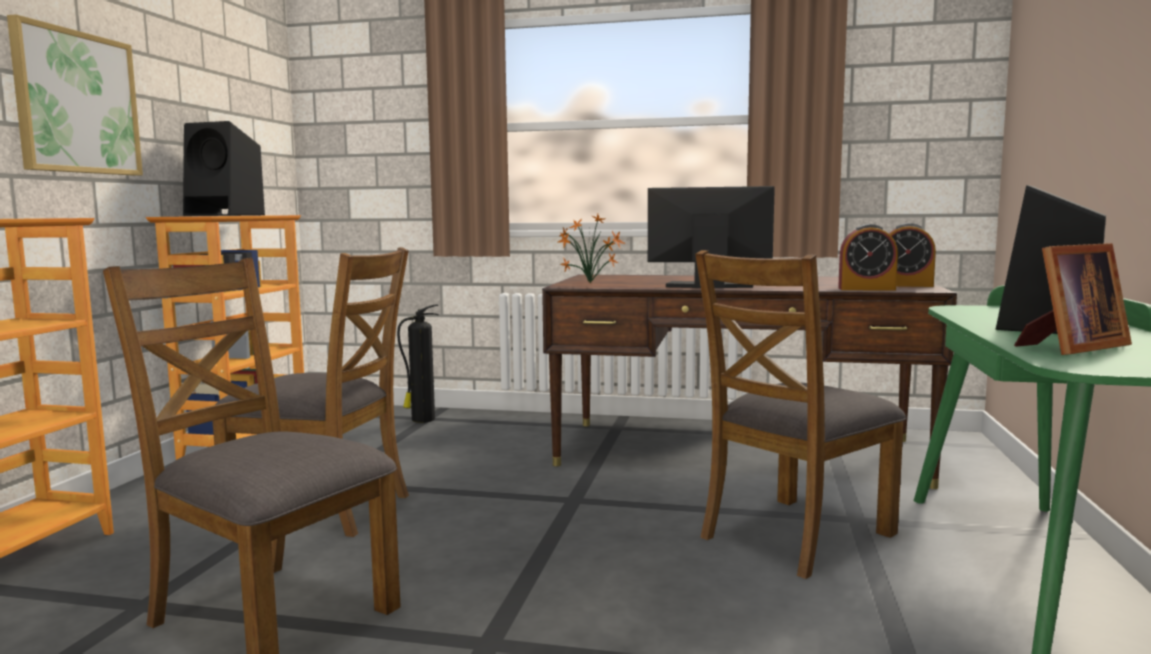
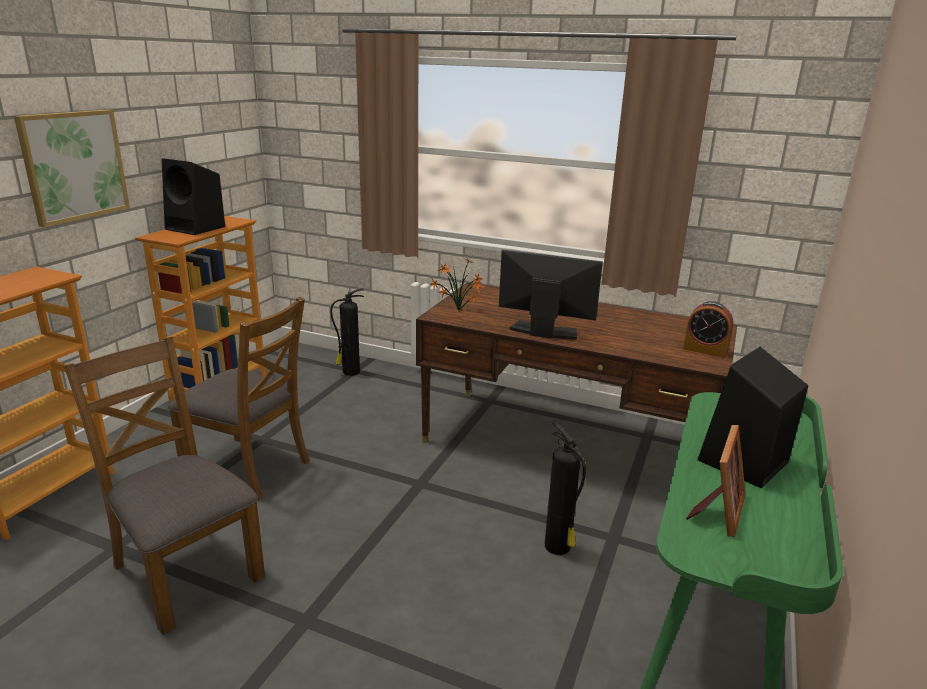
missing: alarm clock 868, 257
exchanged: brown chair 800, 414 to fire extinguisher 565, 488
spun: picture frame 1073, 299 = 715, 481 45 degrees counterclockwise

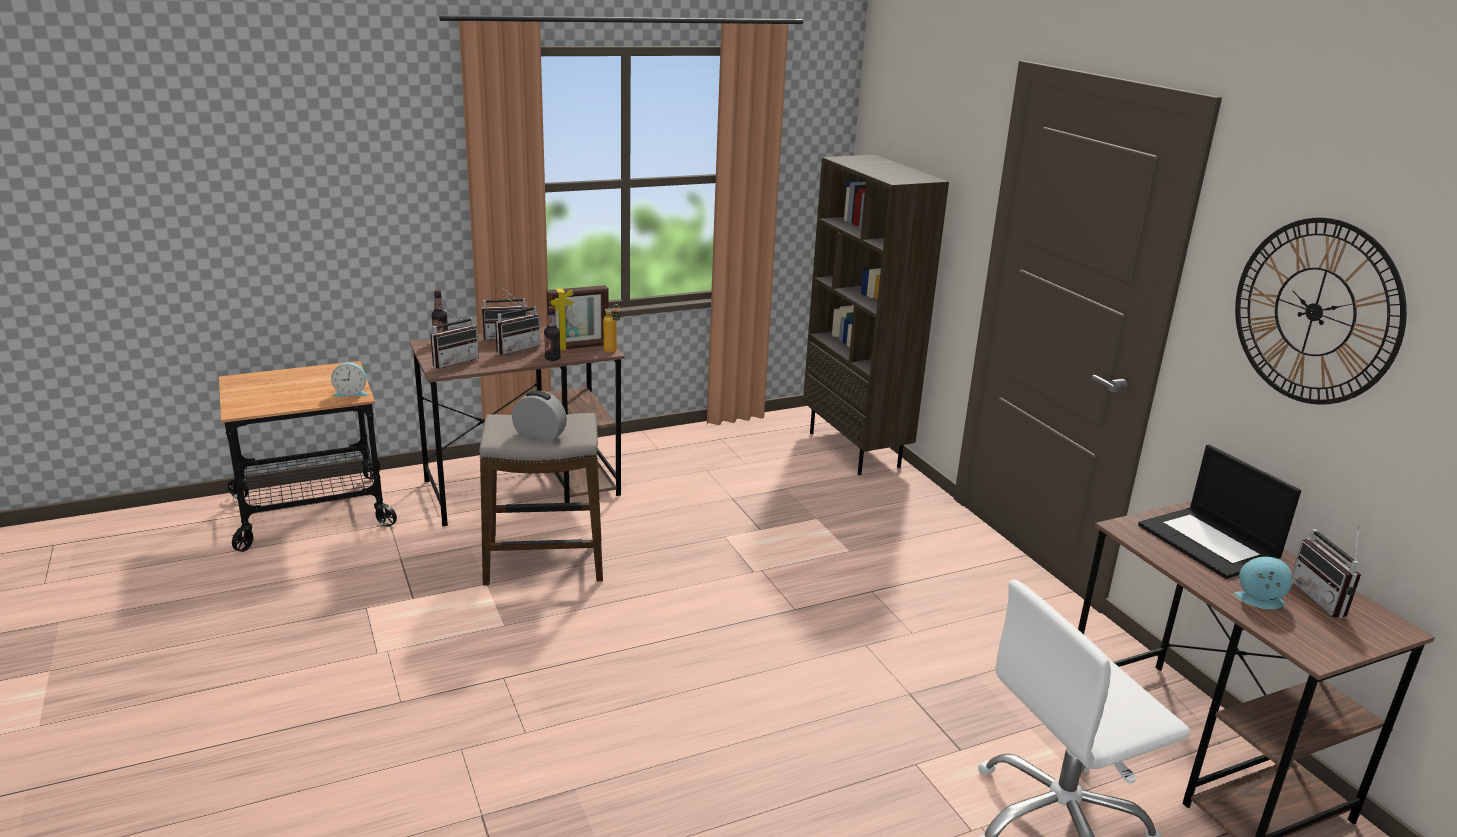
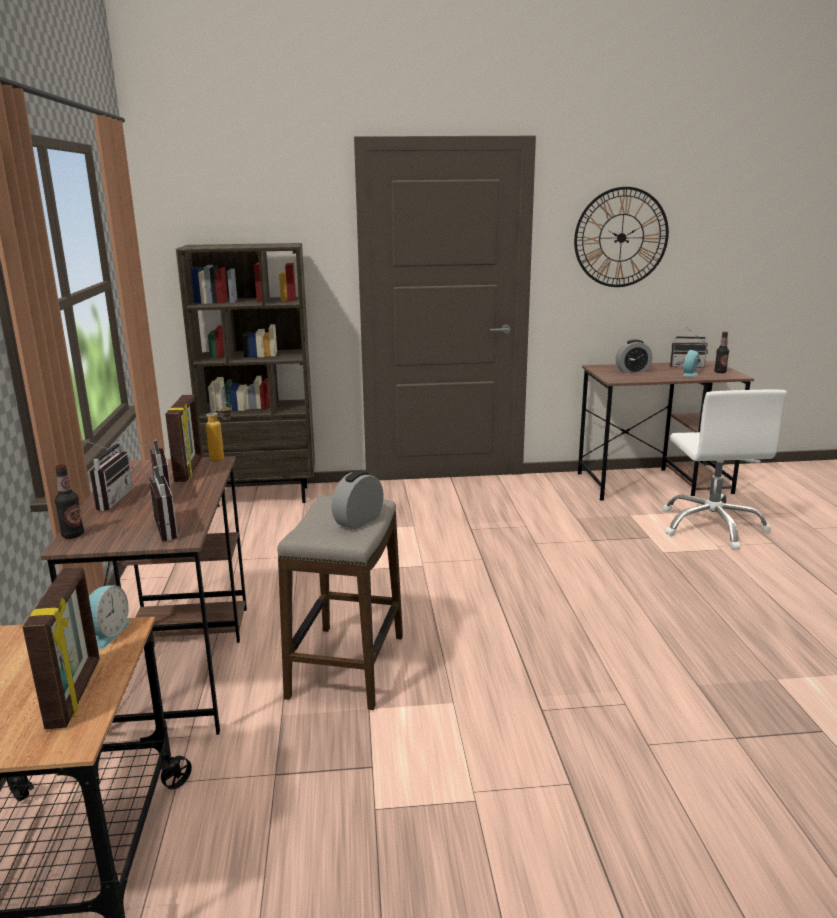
appeared: picture frame 61, 648
relocated: bottle 552, 333 to 721, 352
exchanged: laptop 1219, 512 to alarm clock 634, 356

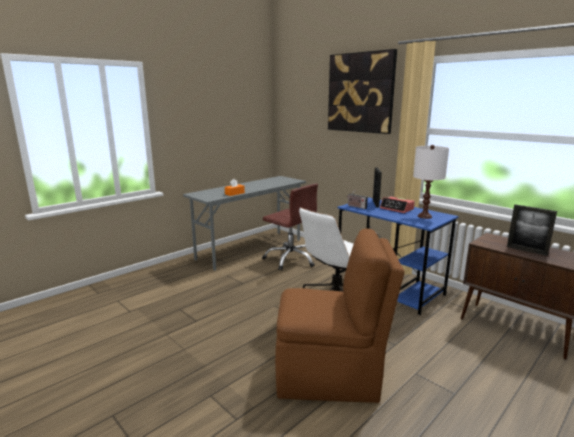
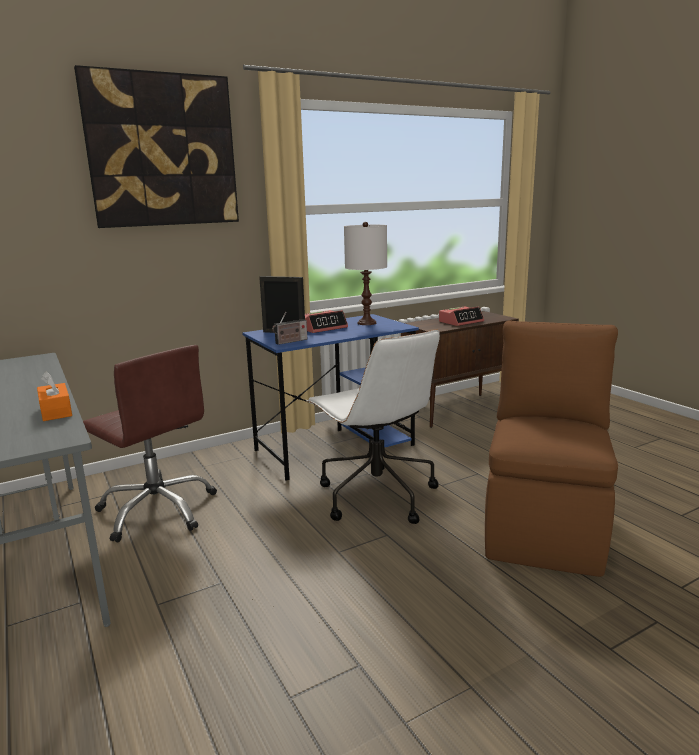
exchanged: picture frame 532, 230 to alarm clock 461, 316
spun: brown office chair 290, 227 = 150, 443 75 degrees clockwise

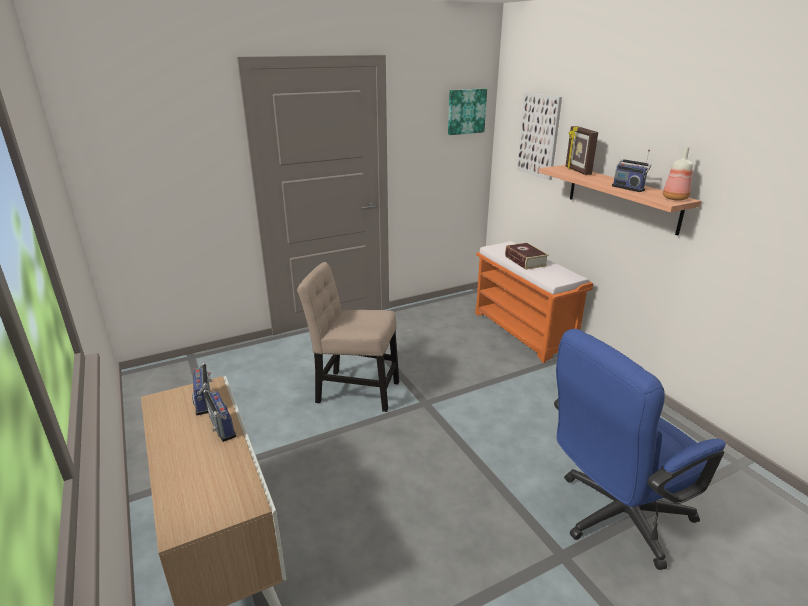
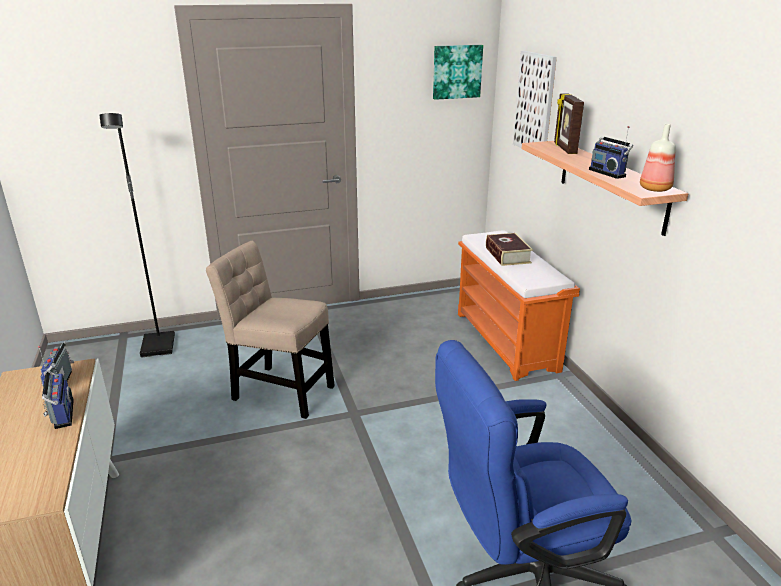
appeared: black floor lamp 137, 235

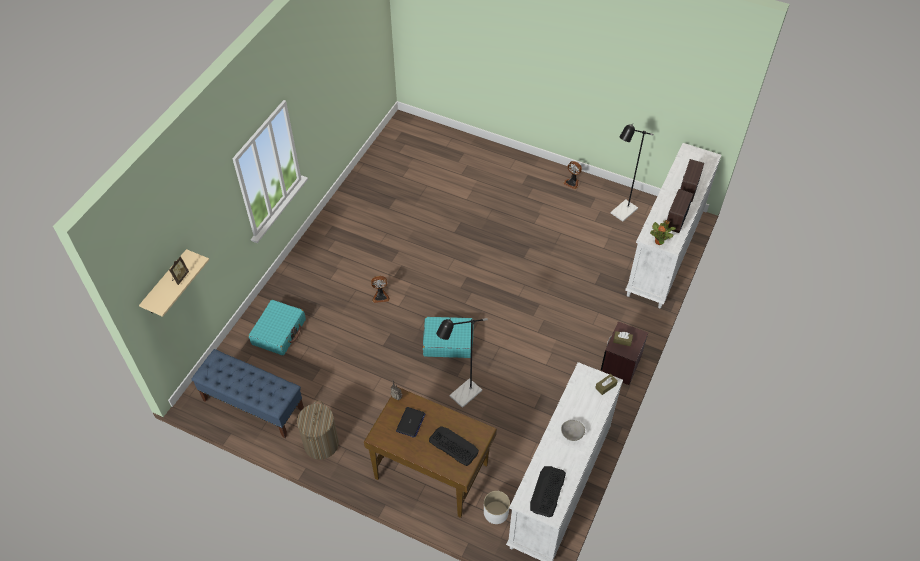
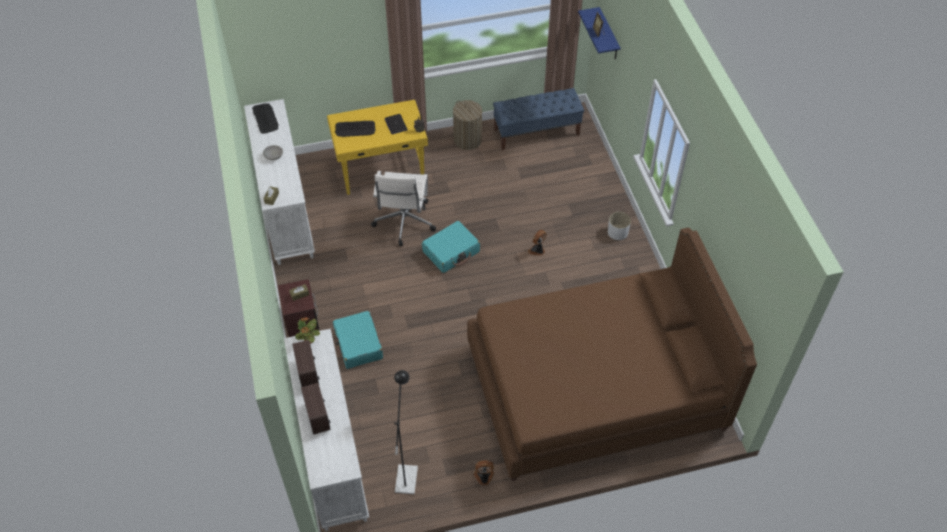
appeared: brown bed 612, 354
relocated: turquoise suitcase 277, 328 to 358, 340; white planter 497, 507 to 619, 226
exchanged: black floor lamp 462, 363 to white office chair 403, 208
colour: beige shelf 174, 283 to blue shelf 599, 33; brown desk 430, 452 to yellow desk 377, 147

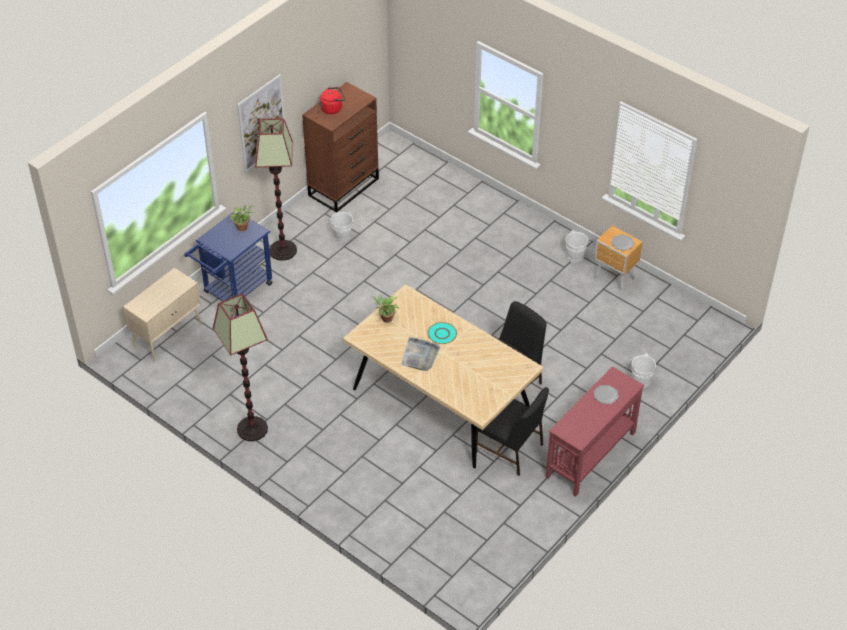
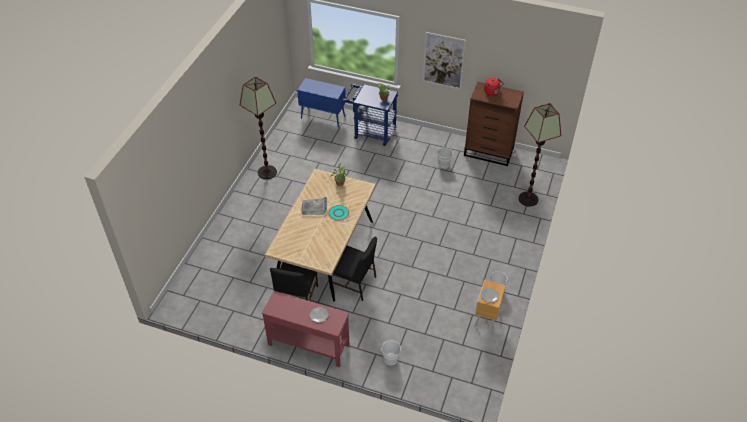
relocated: floor lamp 276, 189 to 540, 155
colour: beige cabinet 162, 315 to blue cabinet 321, 103

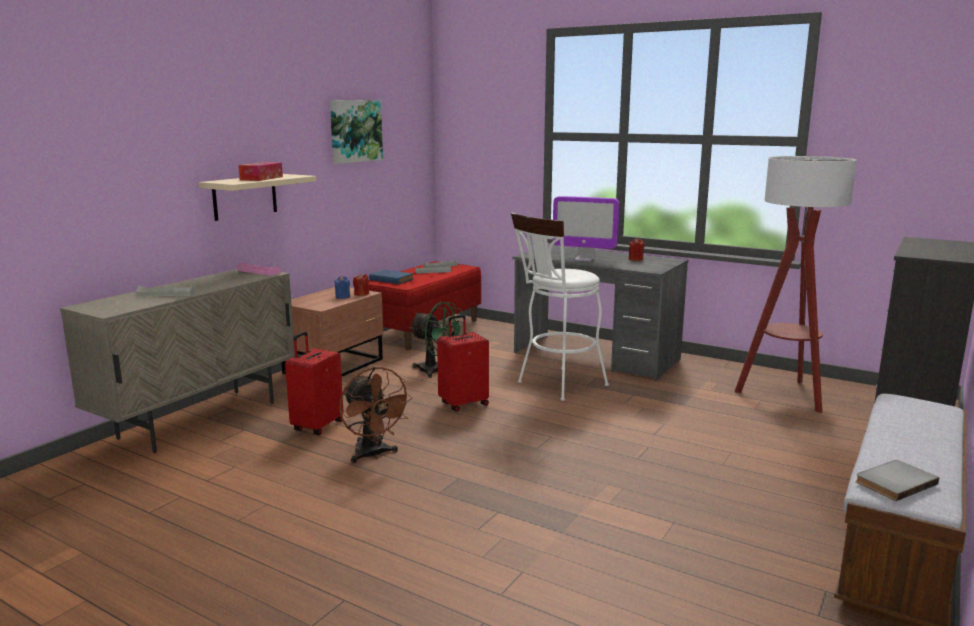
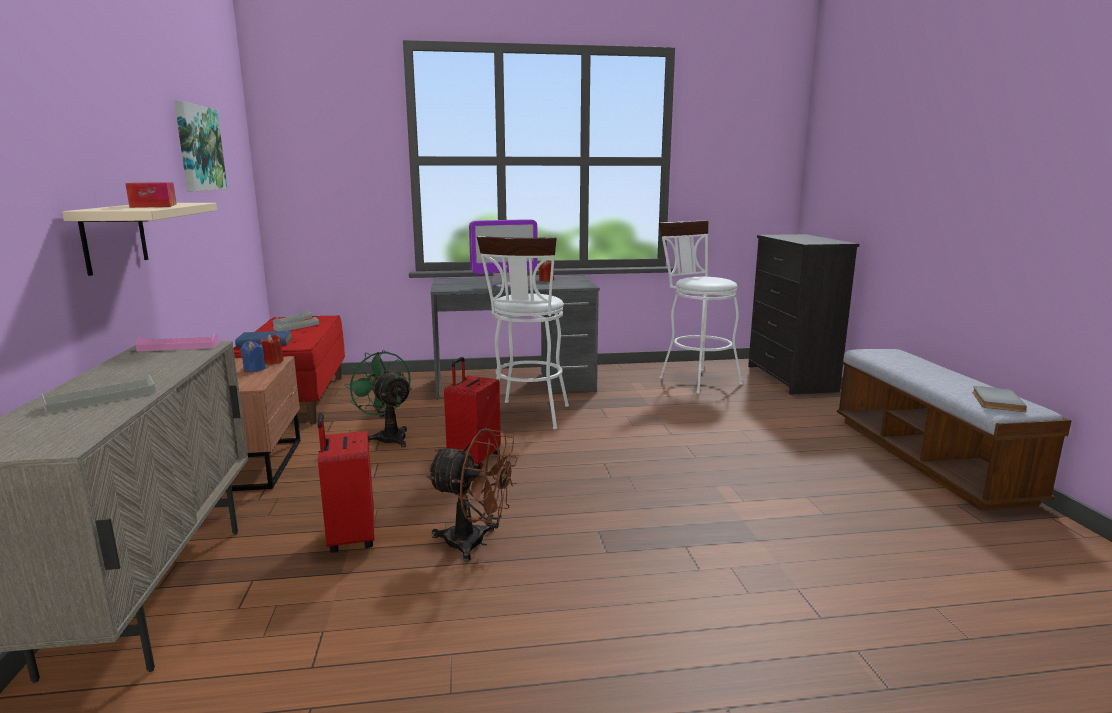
exchanged: floor lamp 796, 284 to white stool 701, 307
spun: green fan 436, 340 = 378, 399 120 degrees counterclockwise

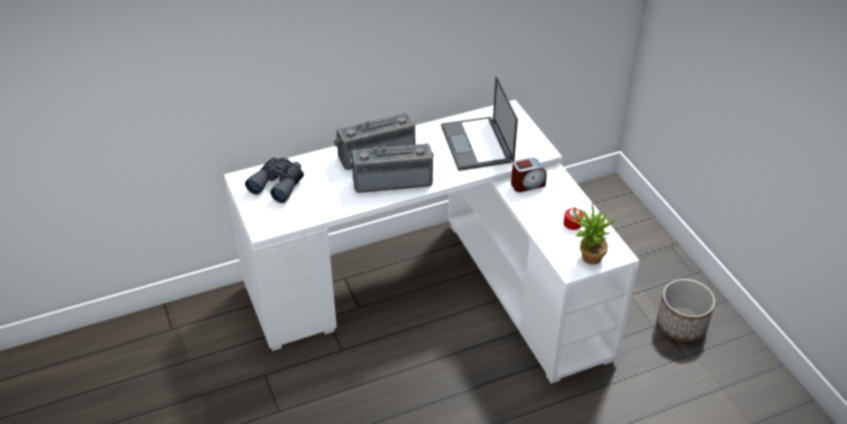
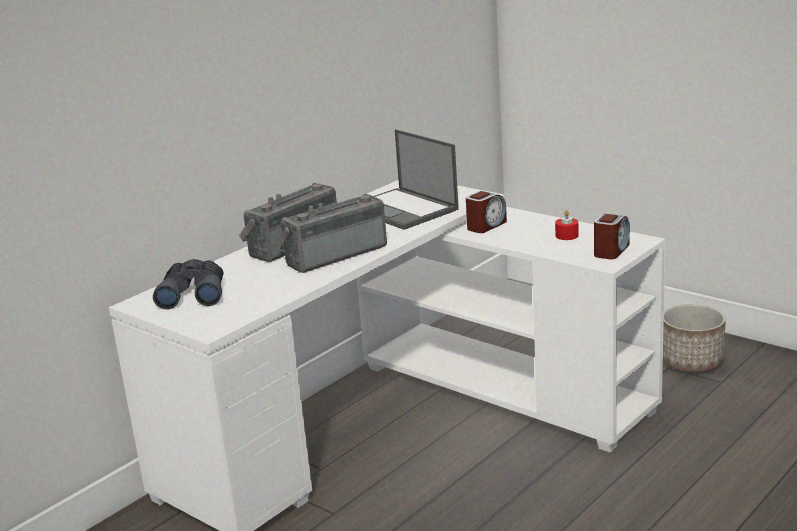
exchanged: potted plant 592, 233 to alarm clock 612, 236

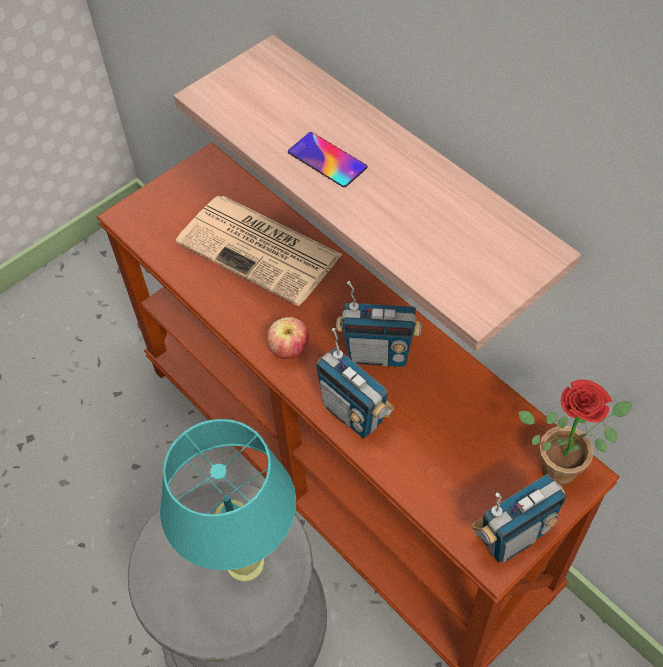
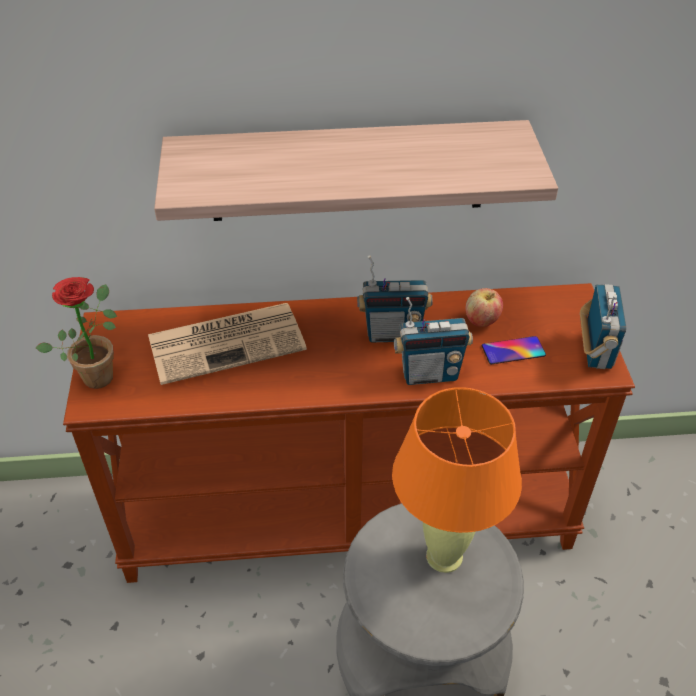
relocated: apple 288, 338 to 484, 307; phone 327, 159 to 514, 350; potted plant 576, 432 to 76, 333
colour: turquoise table lamp 228, 500 to orange table lamp 457, 480
spun: radio 378, 324 = 395, 298 45 degrees clockwise

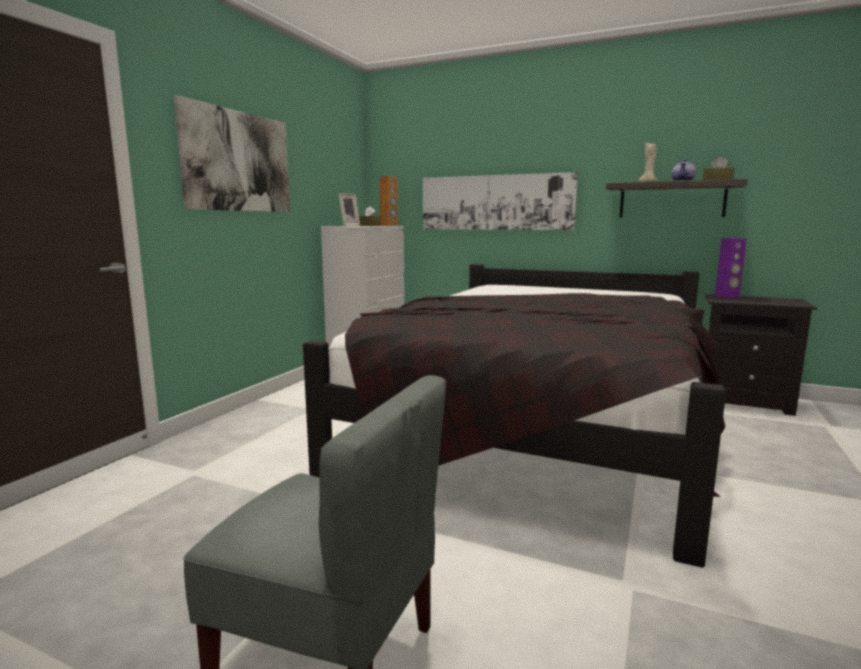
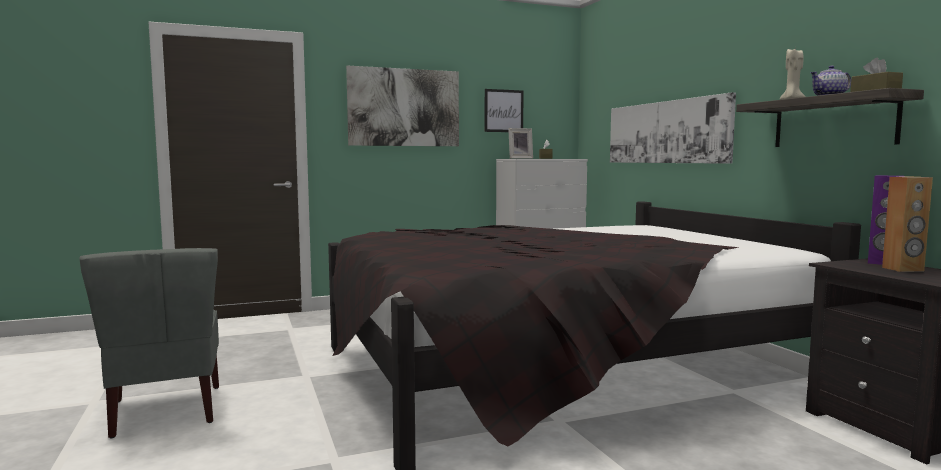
appeared: picture 504, 110
relocated: brown speaker 388, 201 to 907, 224

